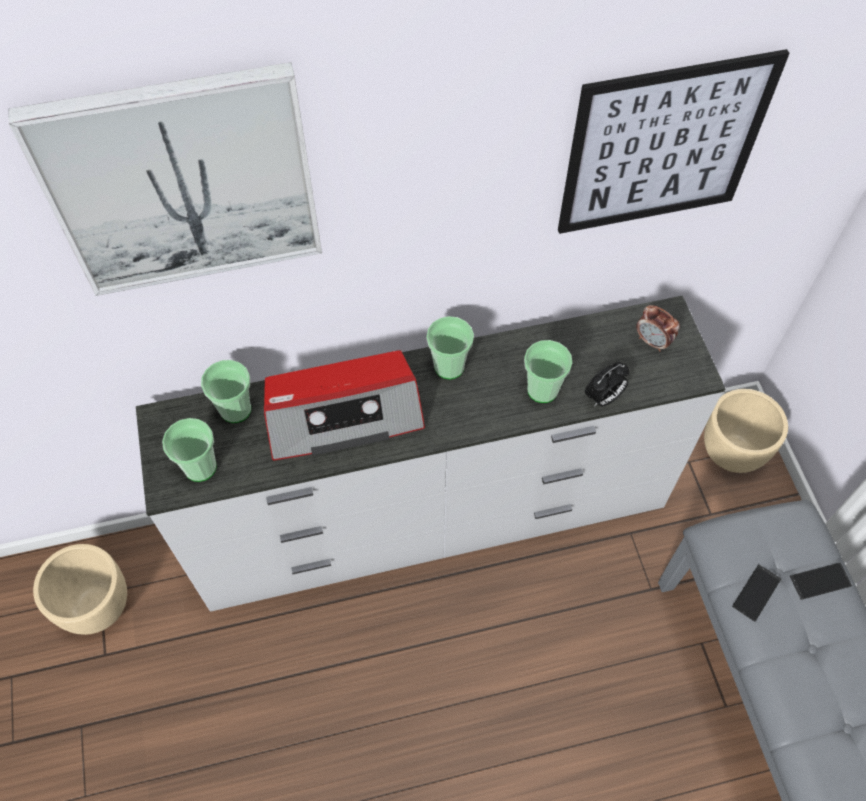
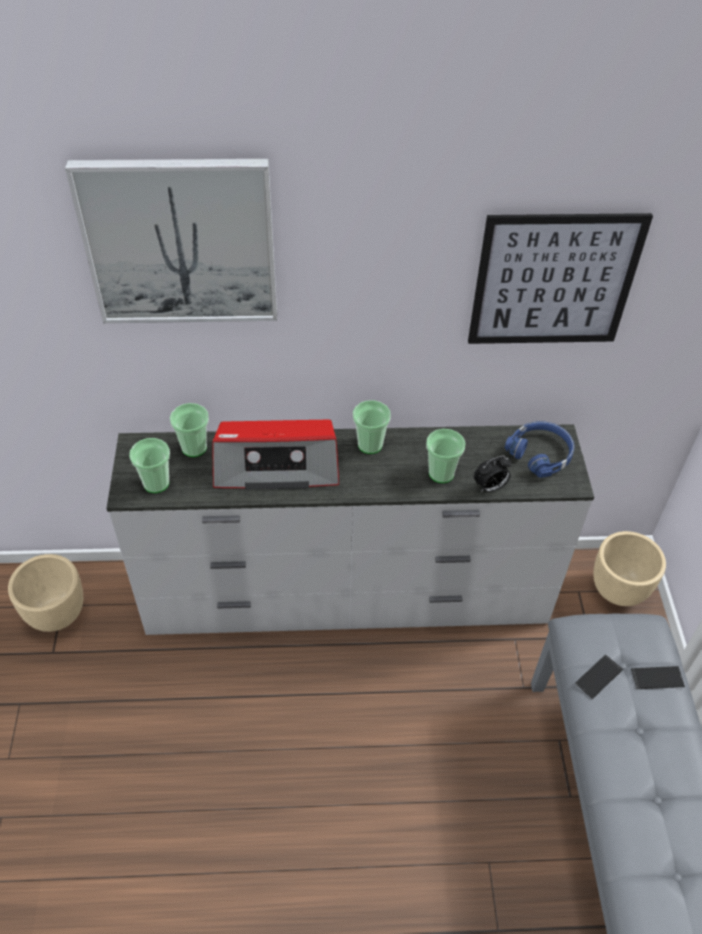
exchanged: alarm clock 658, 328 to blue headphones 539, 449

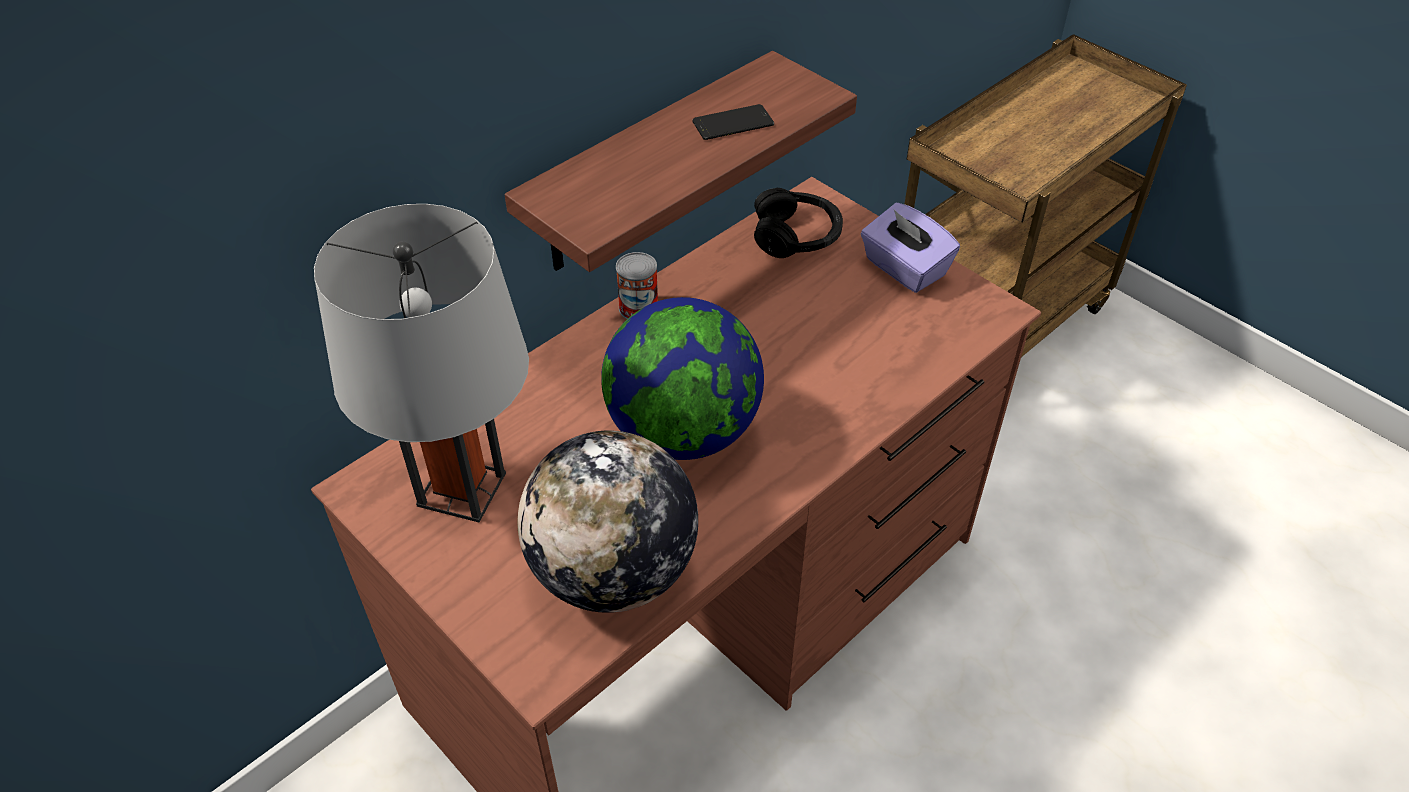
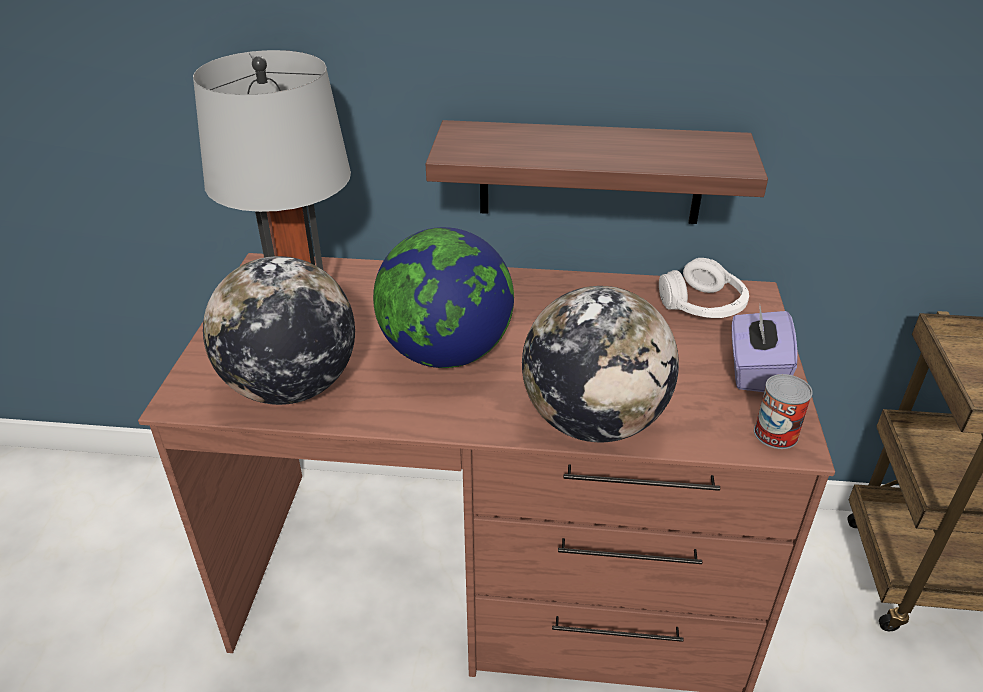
missing: phone 733, 122
appeared: globe 600, 364
relocated: can 637, 285 to 783, 411
colour: black headphones 798, 223 to white headphones 704, 288

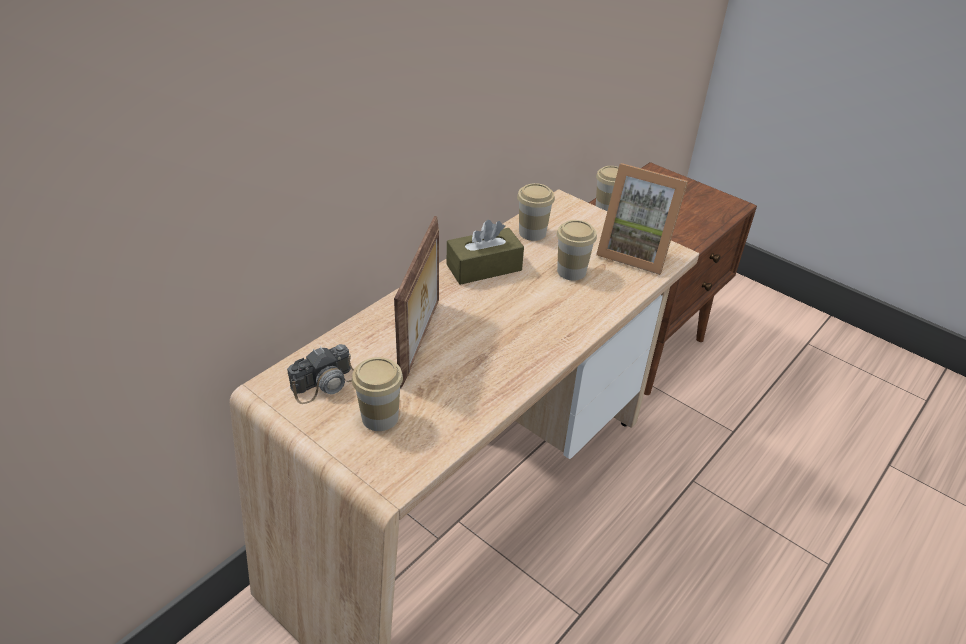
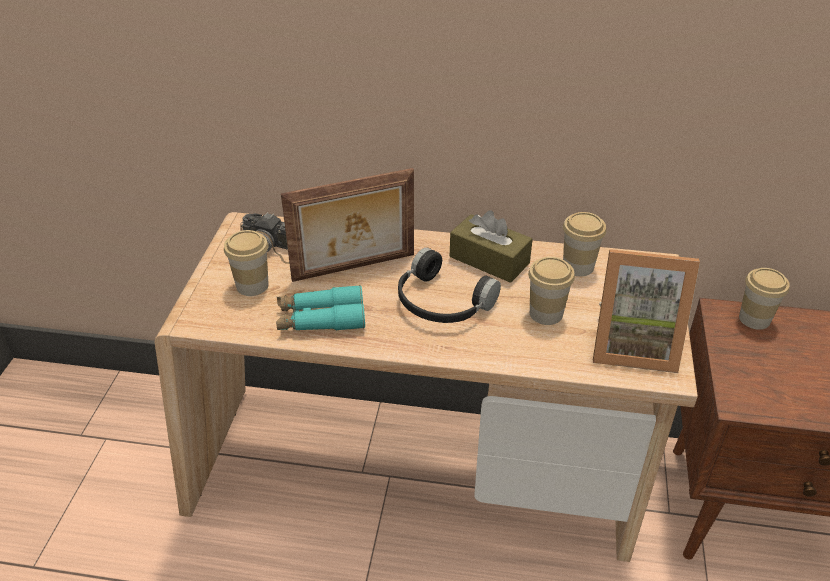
appeared: turquoise binoculars 320, 308; black headphones 449, 285
spun: picture frame 642, 219 = 646, 311 75 degrees counterclockwise

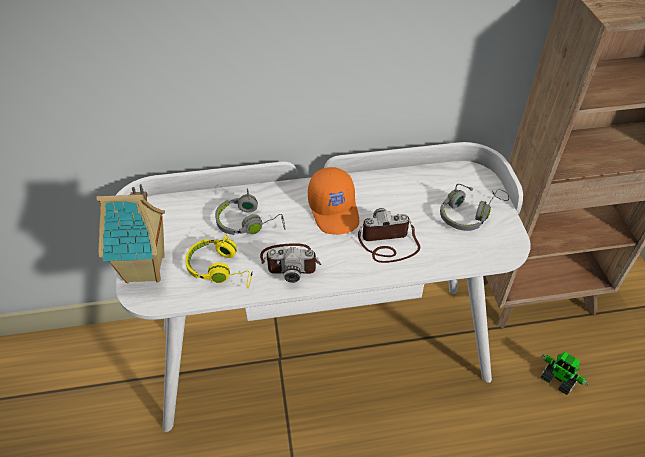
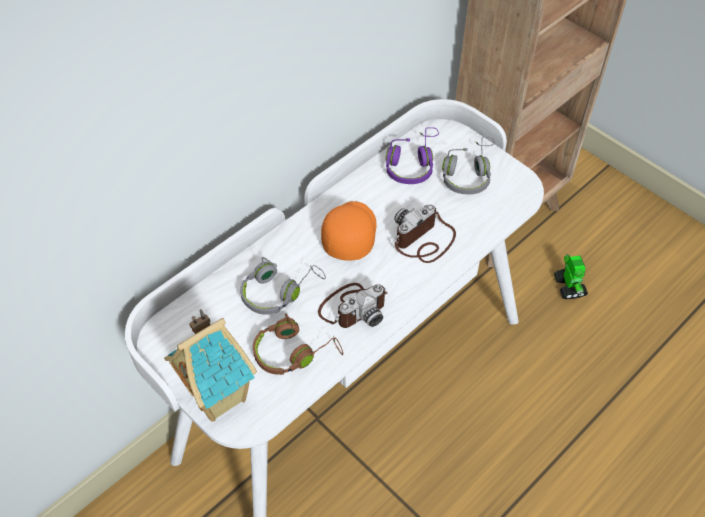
appeared: purple headphones 412, 155
colour: yellow headphones 219, 261 to brown headphones 298, 344
spun: orange cap 333, 201 = 349, 231 120 degrees counterclockwise; toy robot 564, 373 = 571, 277 105 degrees counterclockwise

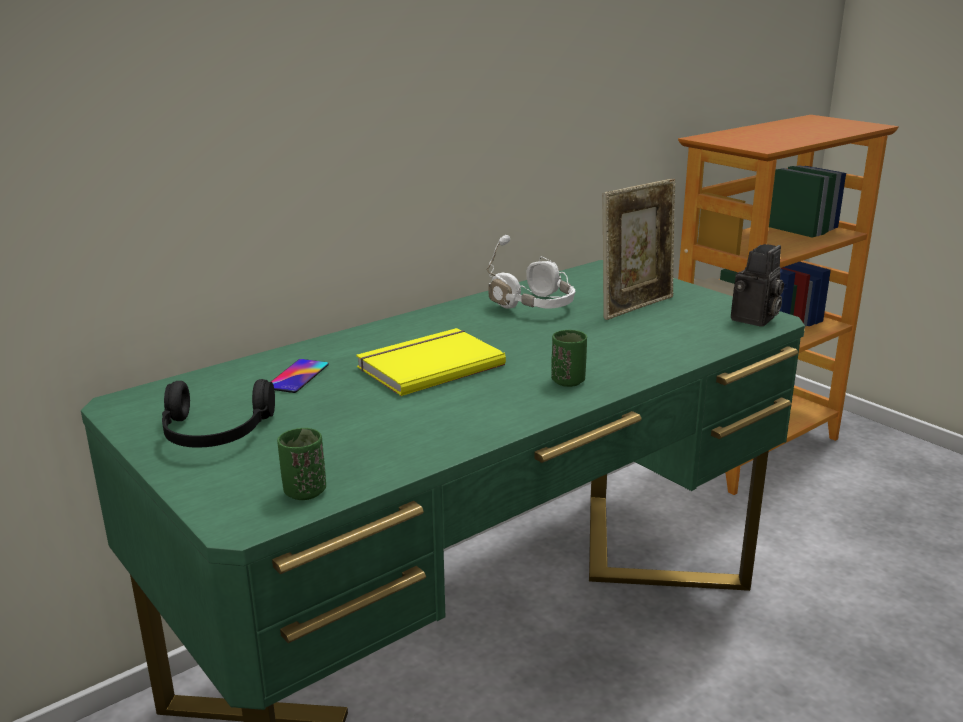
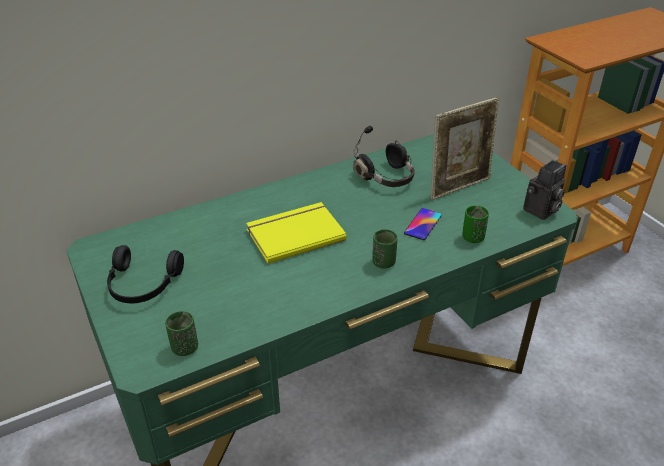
appeared: green cup 475, 224
relocated: phone 300, 376 to 423, 224
colour: white headphones 531, 272 to black headphones 384, 156

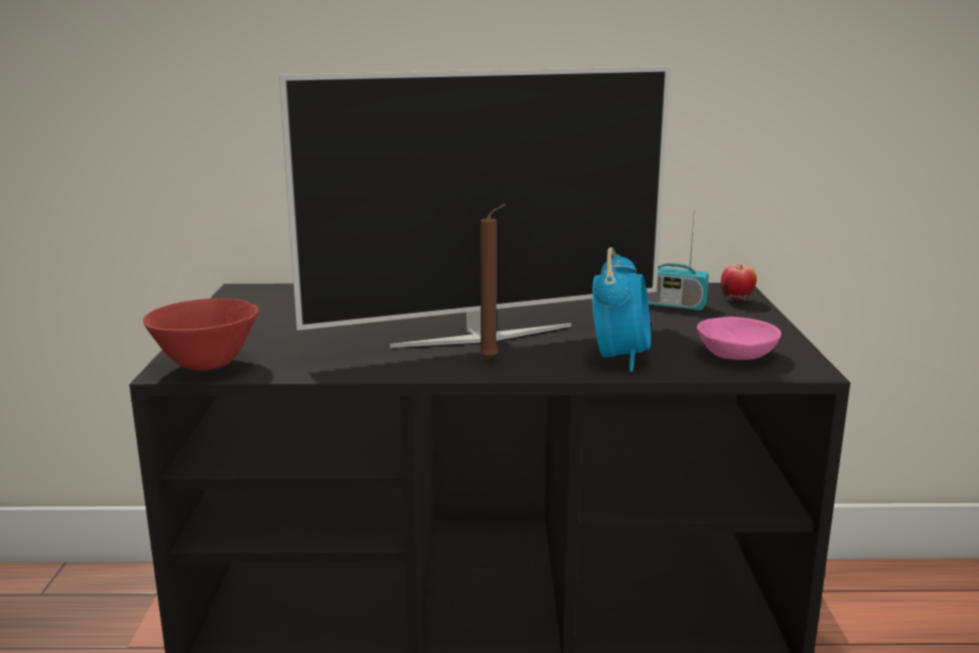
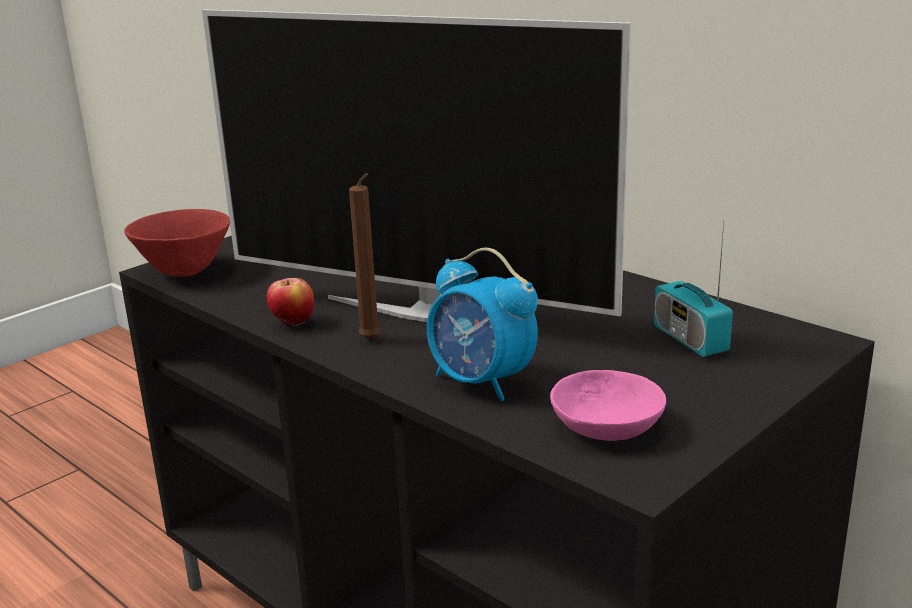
relocated: apple 739, 282 to 290, 302
spun: alarm clock 621, 309 = 482, 324 75 degrees clockwise

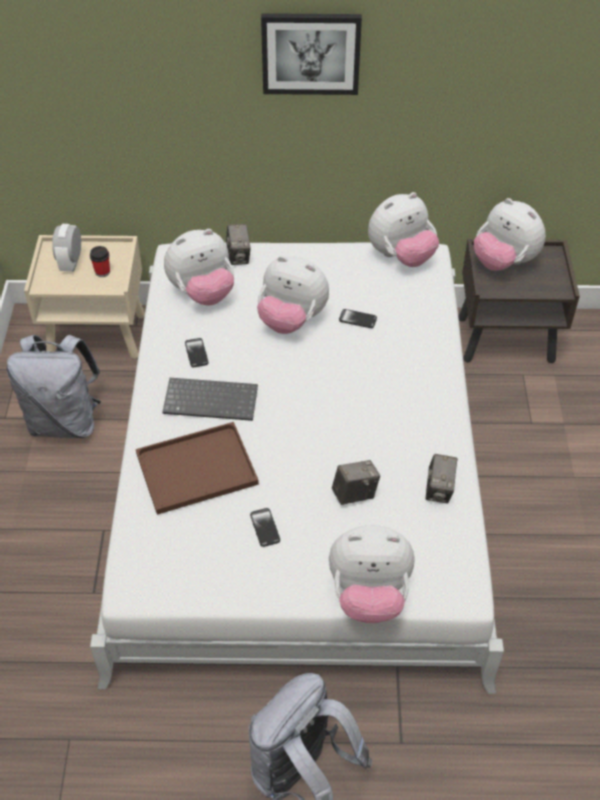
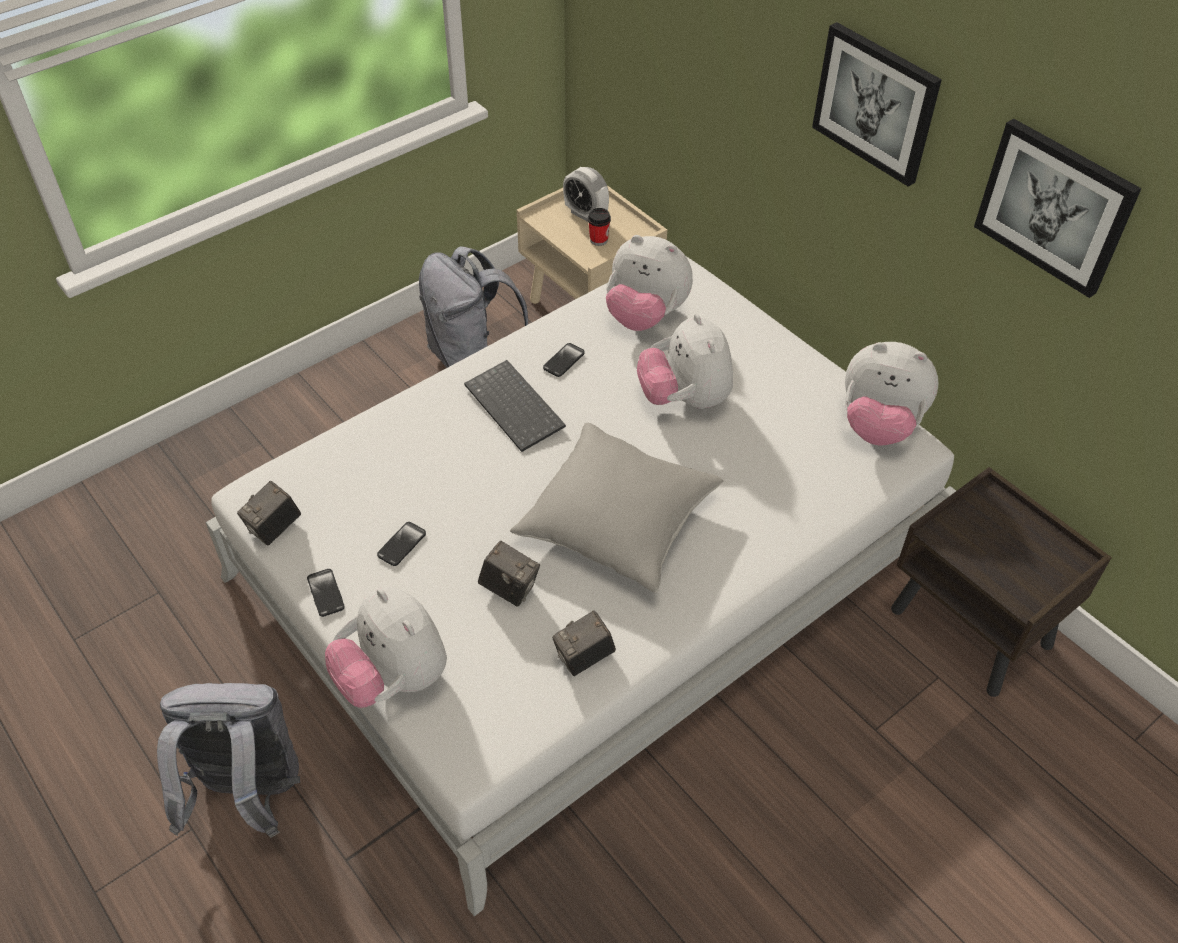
missing: brown tray 197, 468; plush toy 510, 234
appeared: grey pillow 616, 508; picture 1058, 208
relocated: photo camera 238, 244 to 269, 513; phone 358, 318 to 326, 593
spun: alarm clock 66, 248 = 586, 194 105 degrees counterclockwise

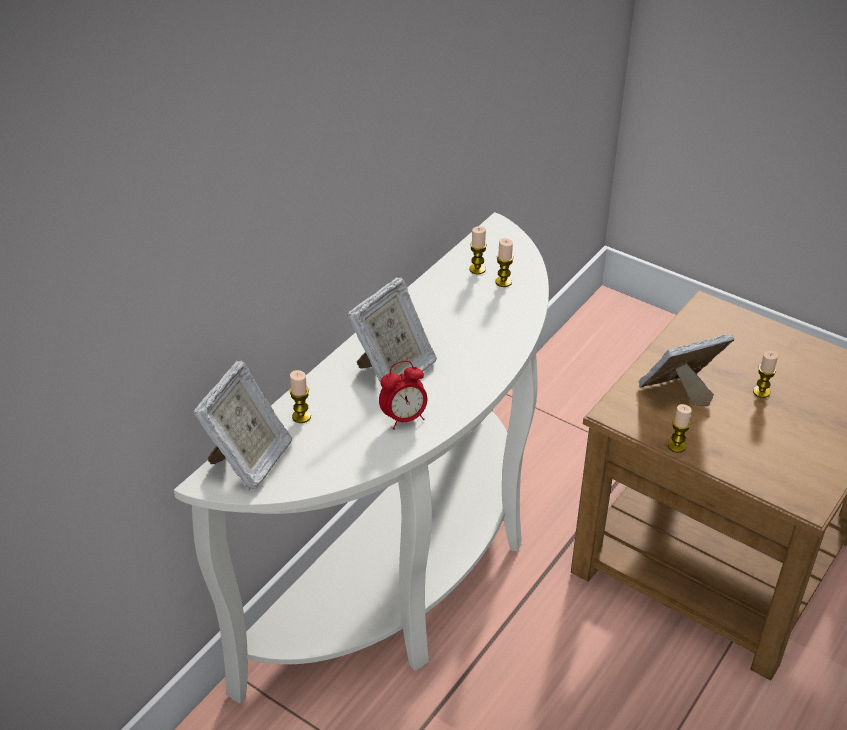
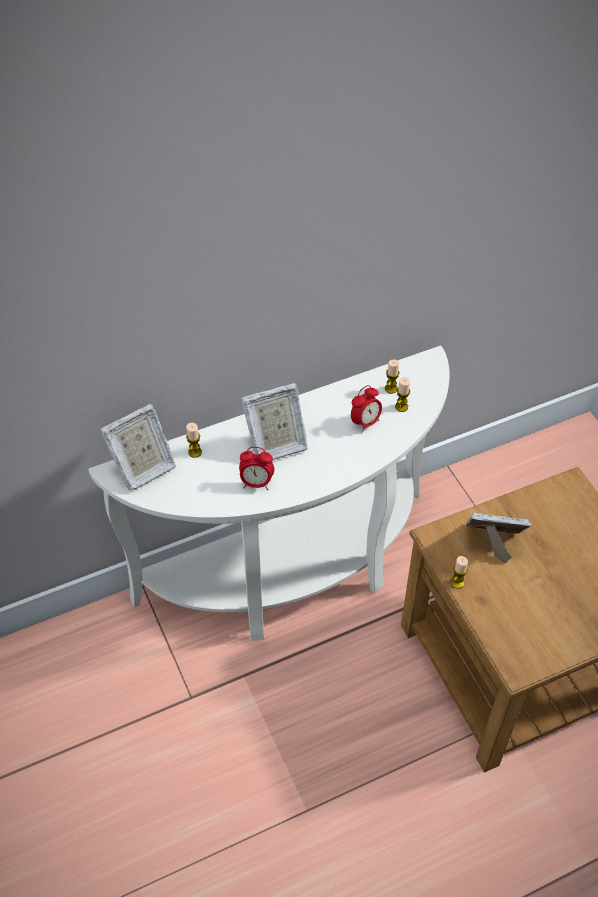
missing: candle 765, 374
appeared: alarm clock 366, 409

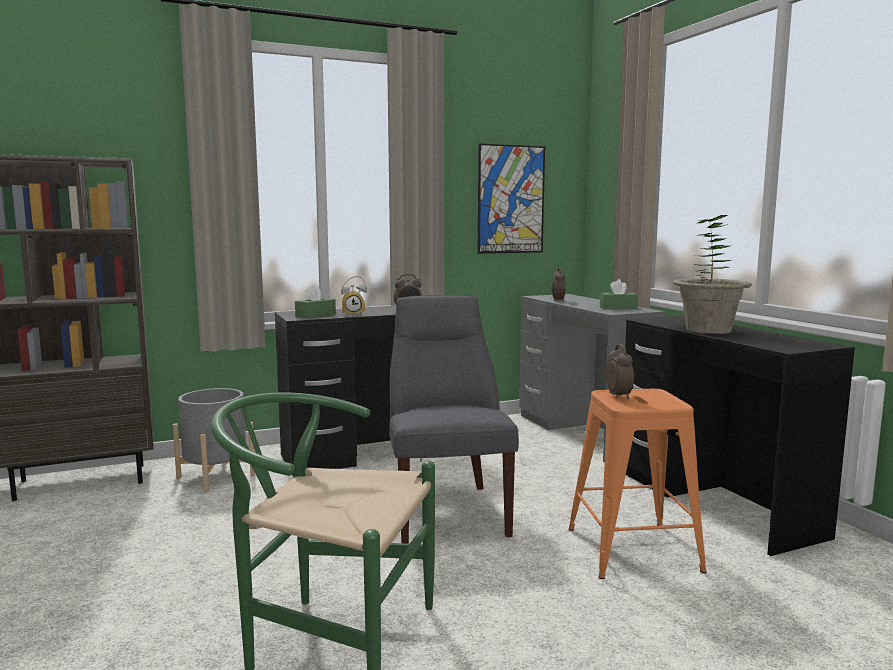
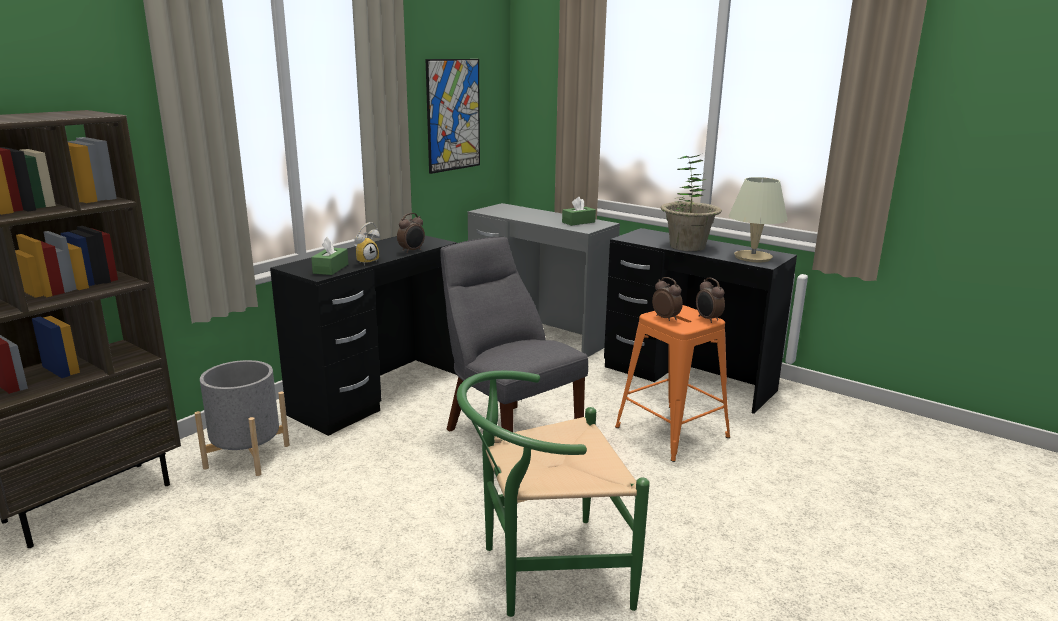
appeared: beige table lamp 758, 219
relocated: alarm clock 559, 284 to 710, 300

